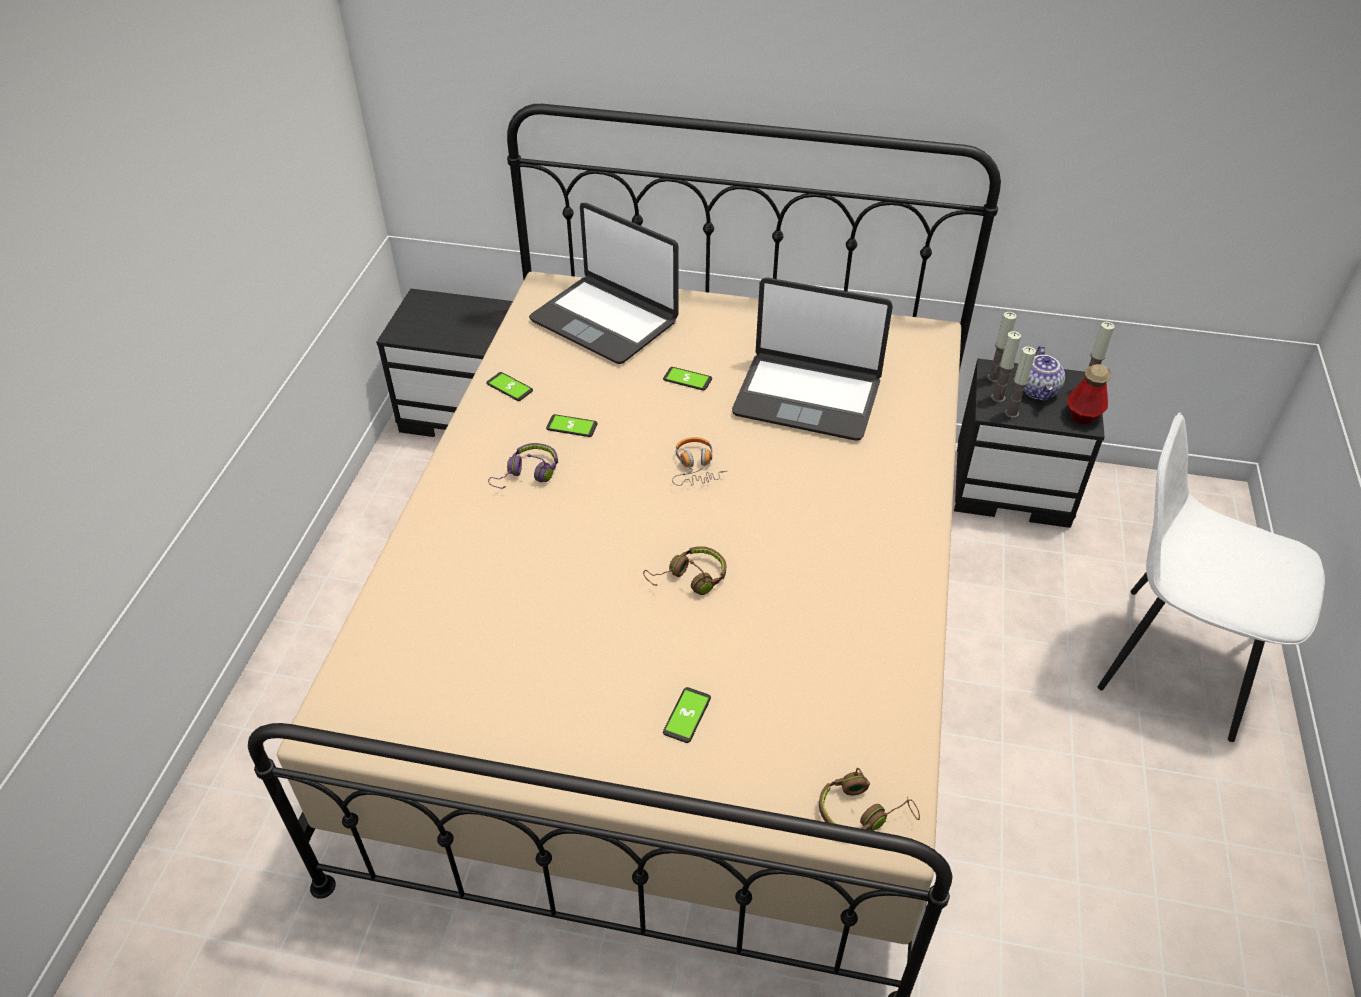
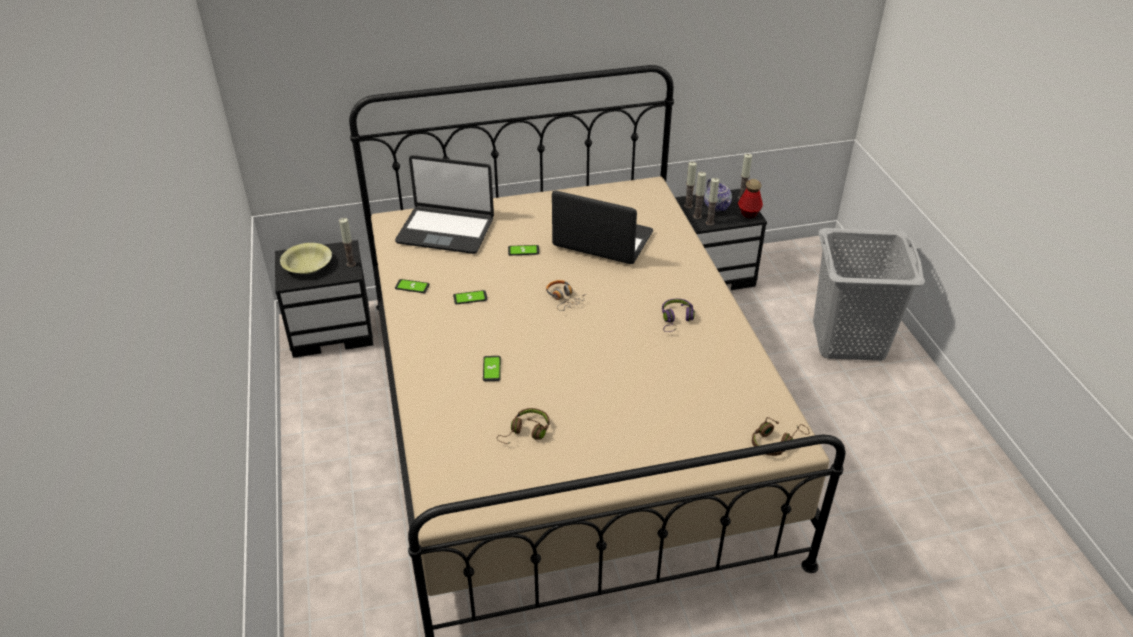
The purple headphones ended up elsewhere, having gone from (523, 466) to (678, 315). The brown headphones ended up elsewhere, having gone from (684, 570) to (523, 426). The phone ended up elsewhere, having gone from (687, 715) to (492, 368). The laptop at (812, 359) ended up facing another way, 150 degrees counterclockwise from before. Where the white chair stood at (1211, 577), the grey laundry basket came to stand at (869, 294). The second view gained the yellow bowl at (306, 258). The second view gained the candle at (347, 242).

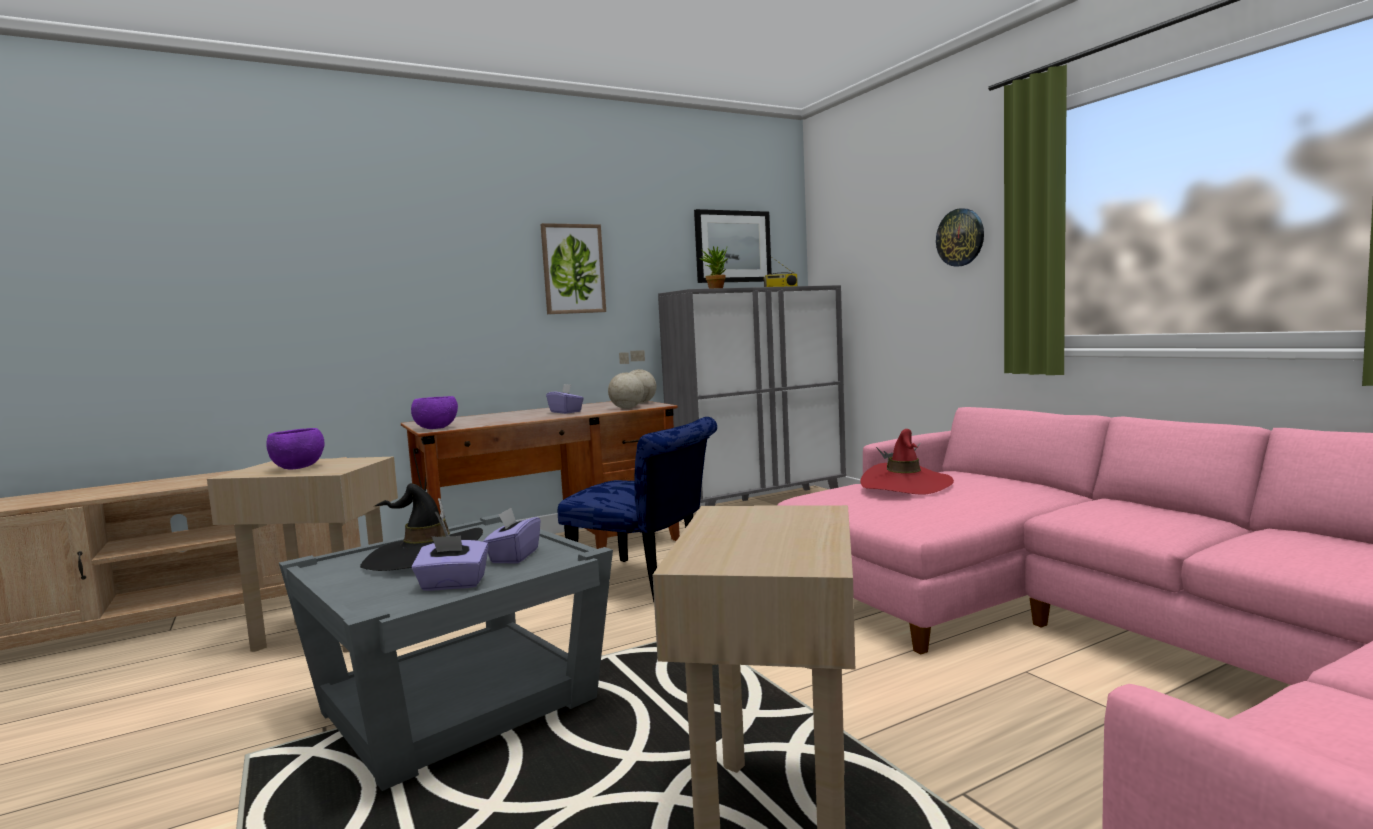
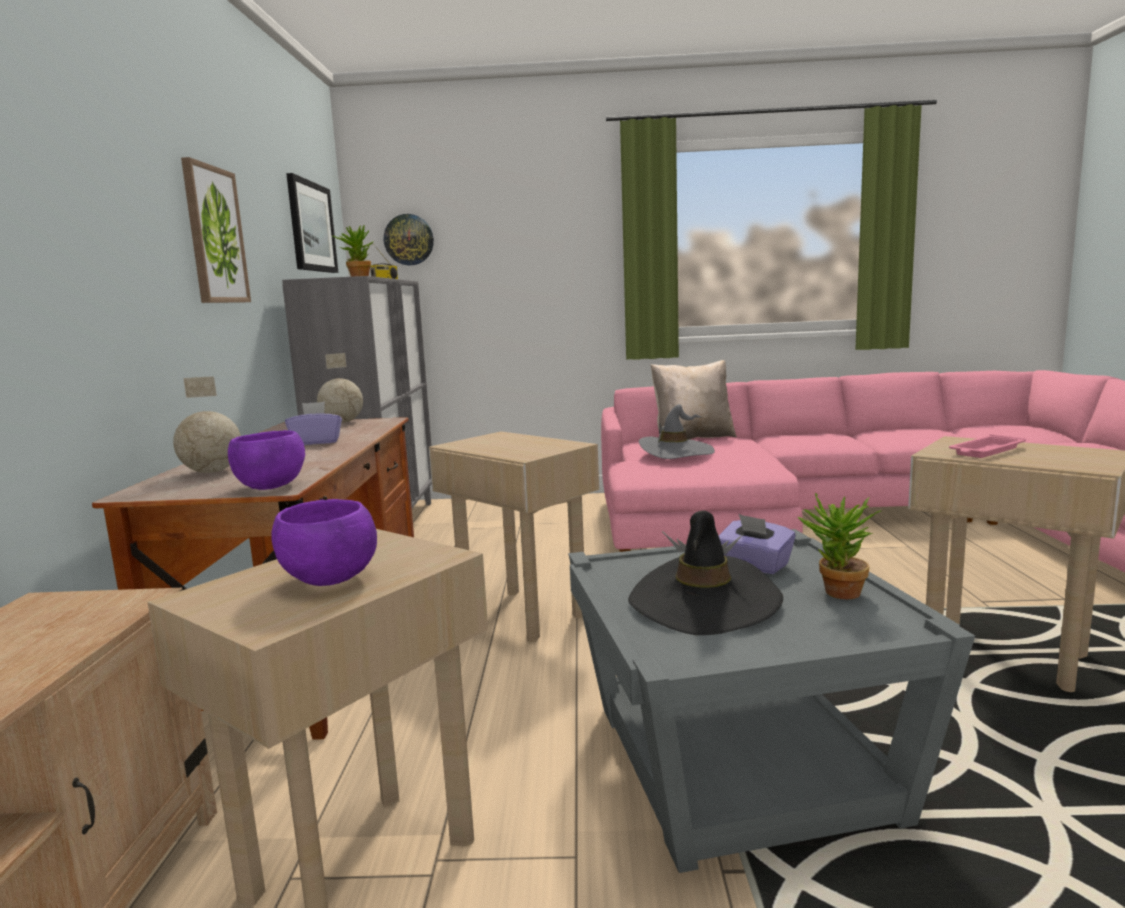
Where the purple tissue box stood at (450, 563), the potted plant came to stand at (839, 546). Where the blue chair stood at (637, 509), the beige side table came to stand at (514, 536). The globe ended up elsewhere, having gone from (626, 381) to (207, 424). What was the red hat at (907, 462) turned into the grey hat at (677, 431). The wall clock ended up elsewhere, having gone from (960, 237) to (409, 239). The second view gained the beige pillow at (694, 399). The second view gained the pink tray at (987, 446).

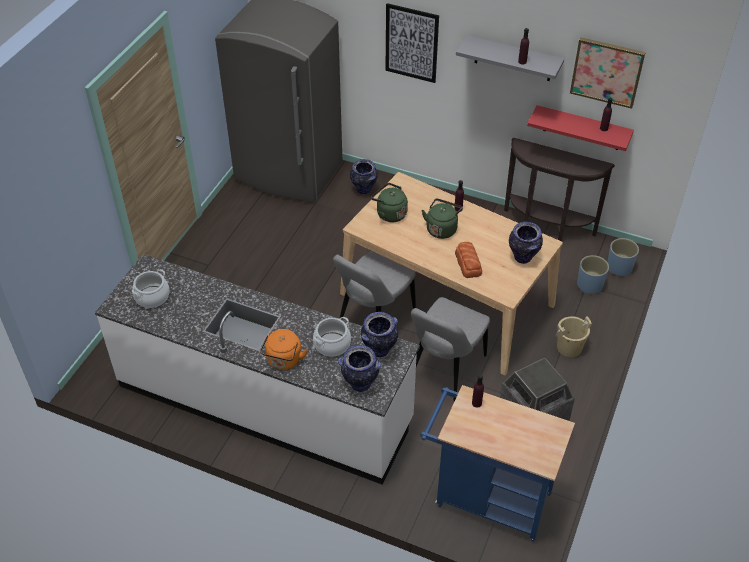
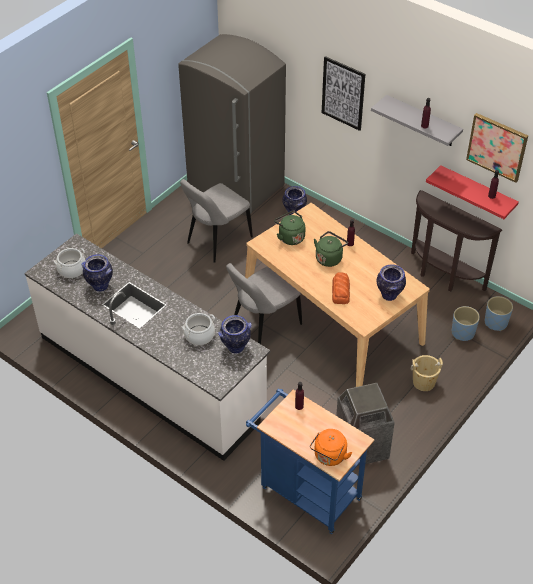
The orange kettle ended up elsewhere, having gone from (284, 349) to (331, 447). The vase ended up elsewhere, having gone from (359, 368) to (97, 273). The grey chair ended up elsewhere, having gone from (450, 349) to (216, 221).

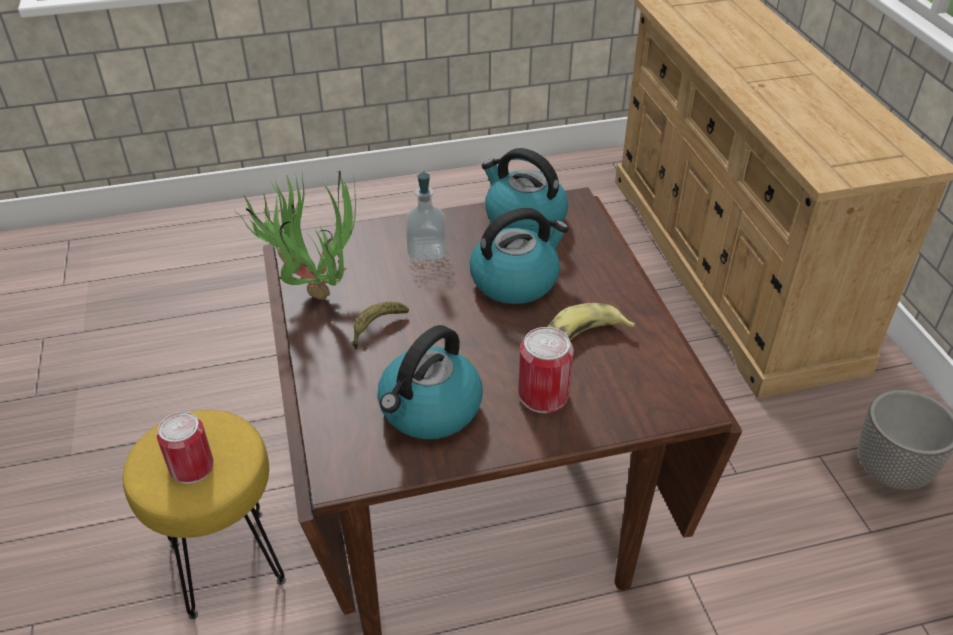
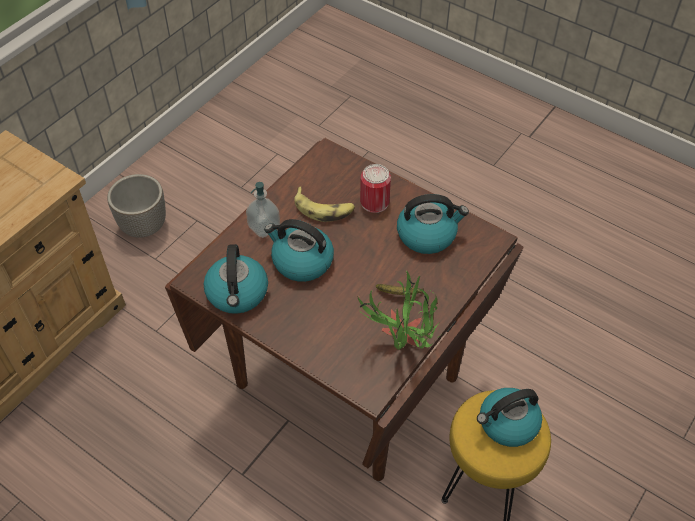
Where the can stood at (185, 448), the kettle came to stand at (509, 417). The soap dispenser ended up elsewhere, having gone from (426, 215) to (263, 210).

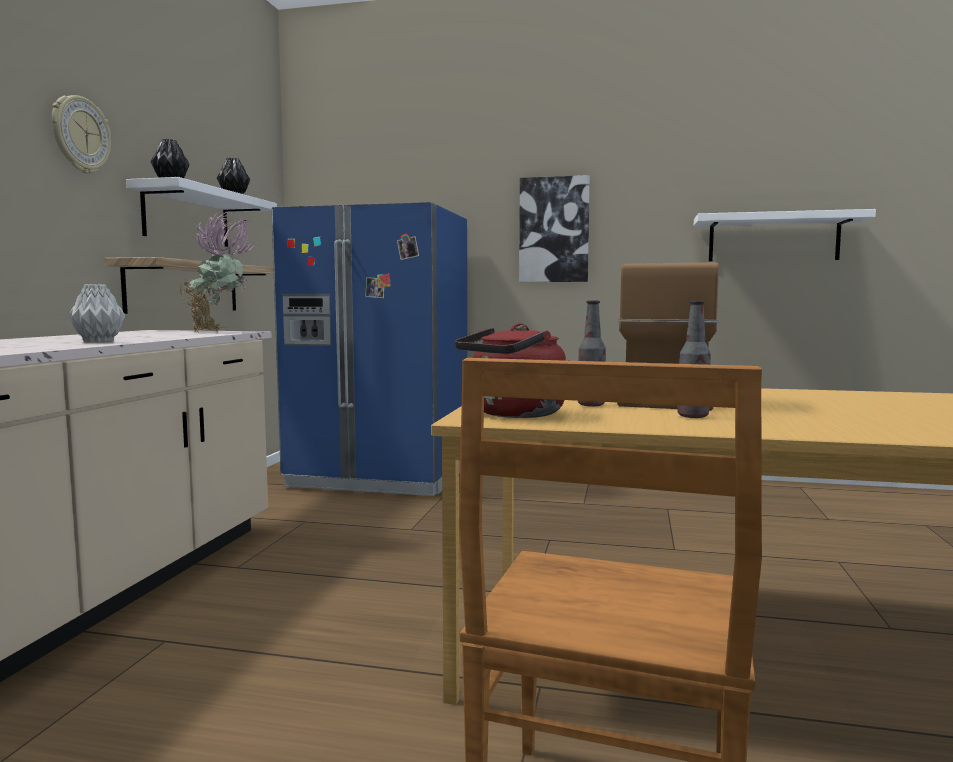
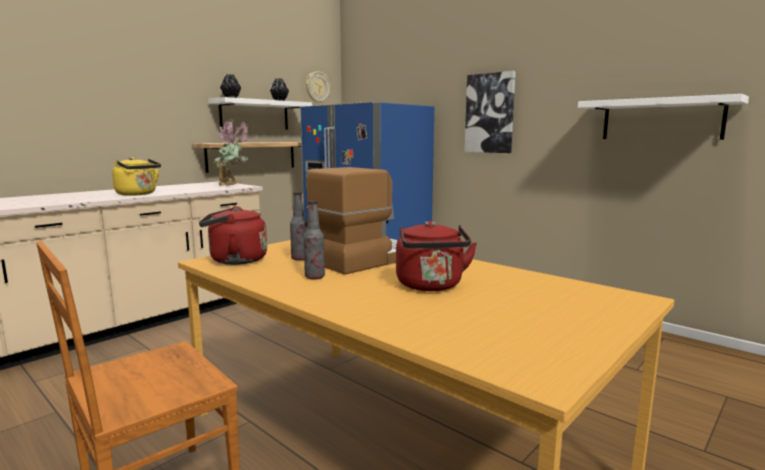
The wall clock ended up elsewhere, having gone from (81, 134) to (318, 87). Where the grey vase stood at (96, 313), the yellow kettle came to stand at (136, 176). The second view gained the red kettle at (436, 256).

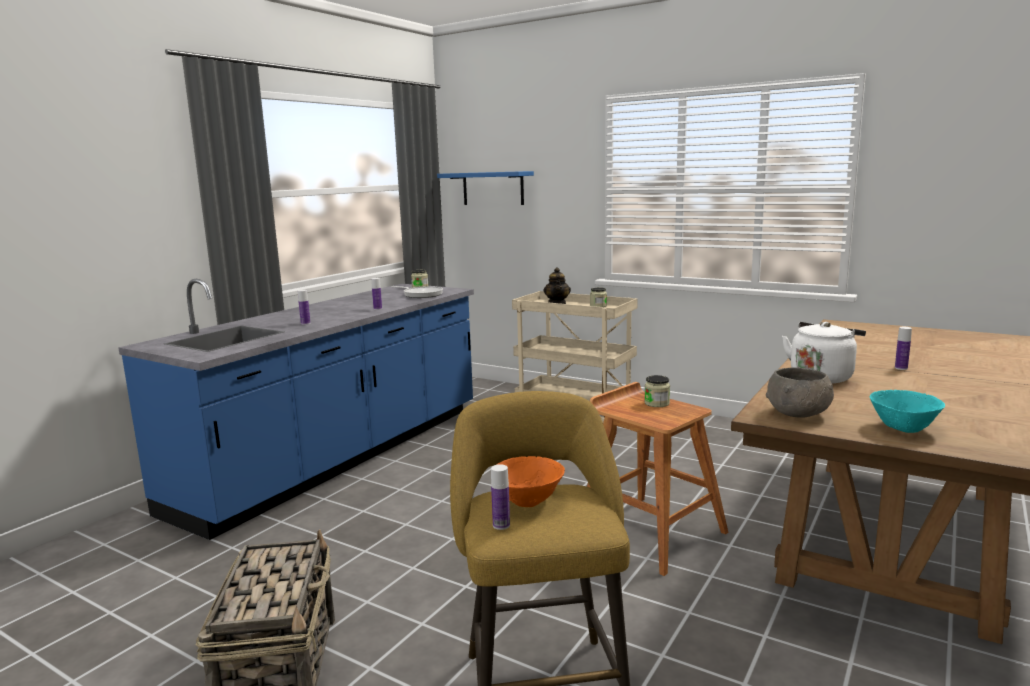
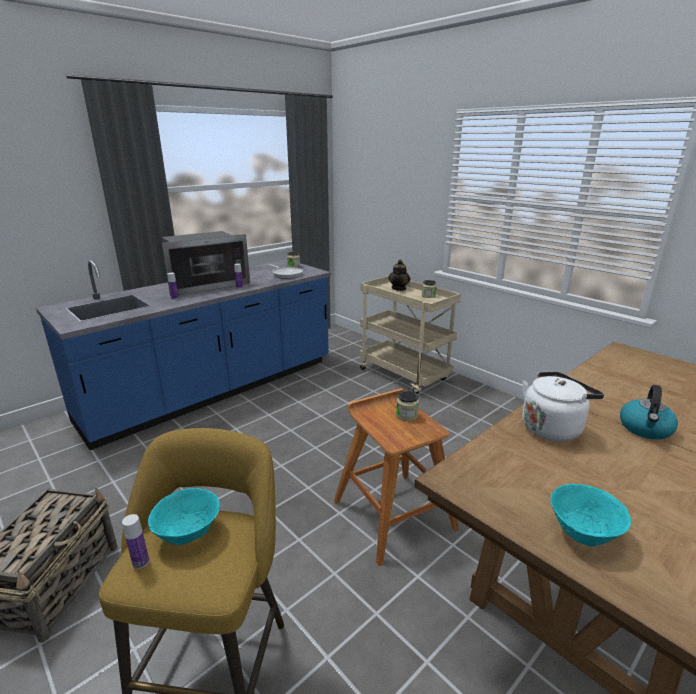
The second view lost the blue shelf at (485, 188). What was the orange bowl at (530, 481) turned into the turquoise bowl at (184, 516). The second view lost the grey bowl at (800, 392). Where the bottle stood at (903, 348), the kettle came to stand at (649, 412). The second view gained the microwave at (206, 263).

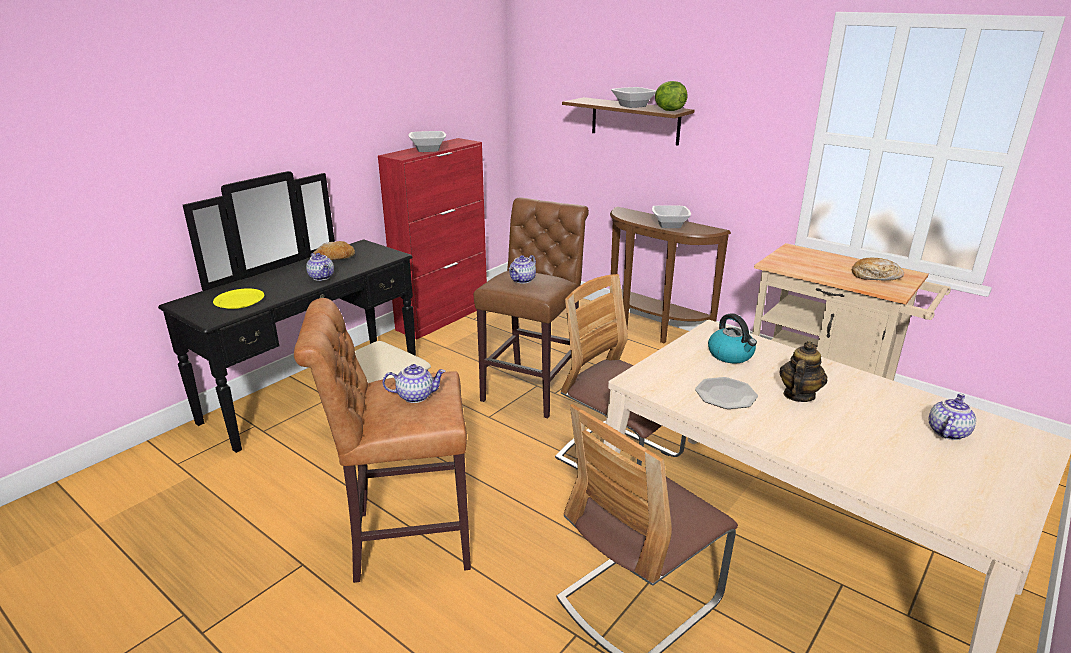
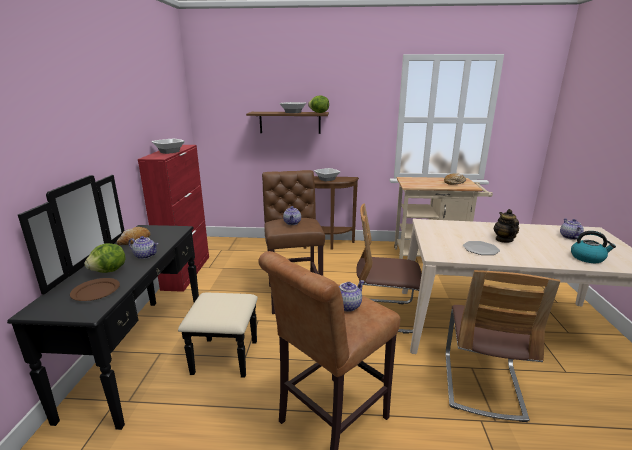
What was the yellow plate at (238, 298) turned into the brown plate at (95, 289). The kettle ended up elsewhere, having gone from (732, 338) to (593, 247). The second view gained the lettuce at (105, 258).

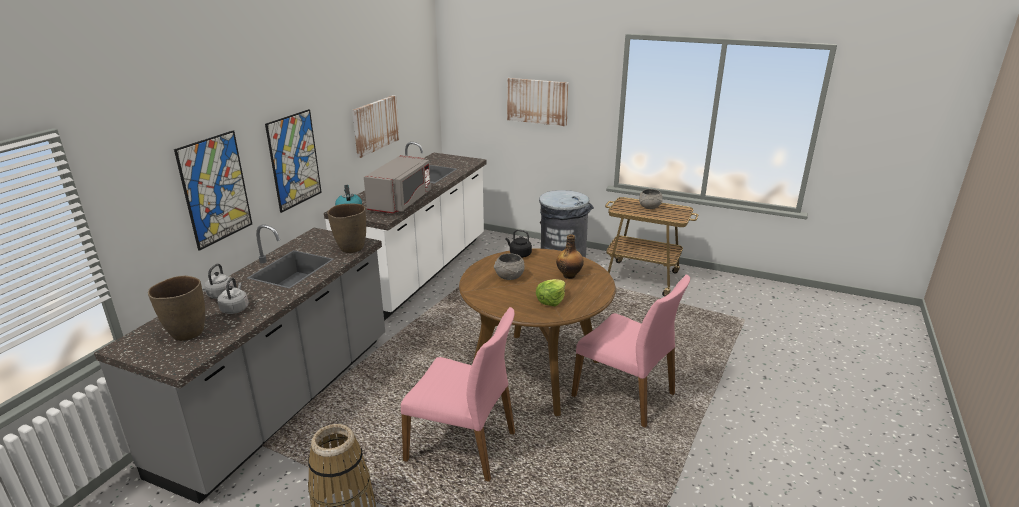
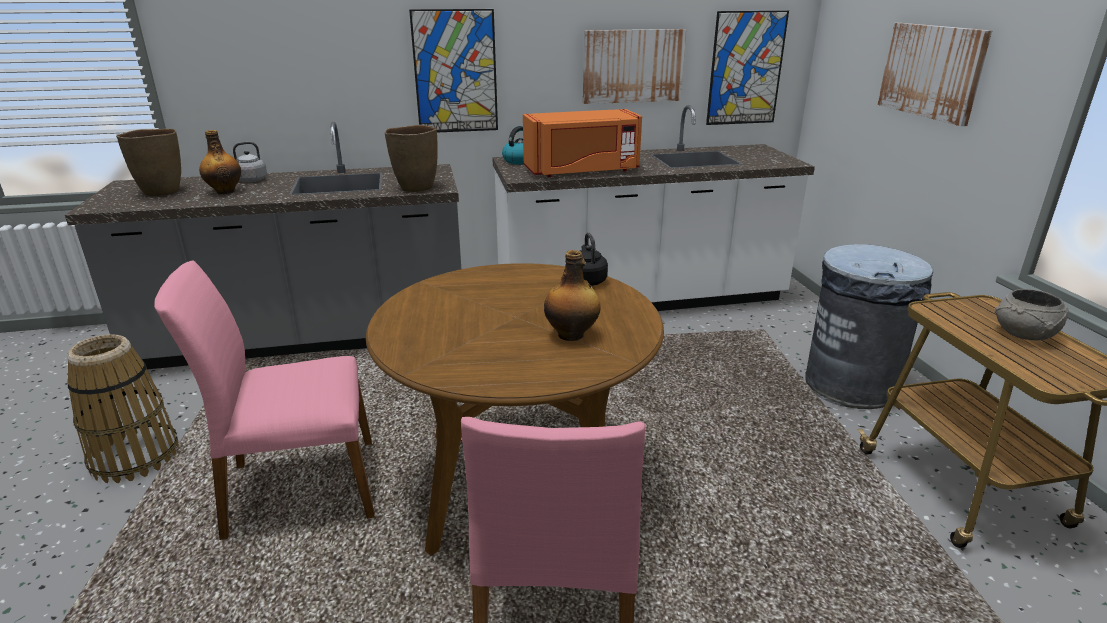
The picture ended up elsewhere, having gone from (213, 191) to (747, 68). Where the grey kettle stood at (233, 295), the bottle came to stand at (220, 162). What was the grey microwave at (397, 184) turned into the orange microwave at (582, 143). The pink chair at (458, 394) ended up facing another way, 90 degrees clockwise from before. The second view lost the grey bowl at (509, 266). The second view lost the lettuce at (551, 292).

